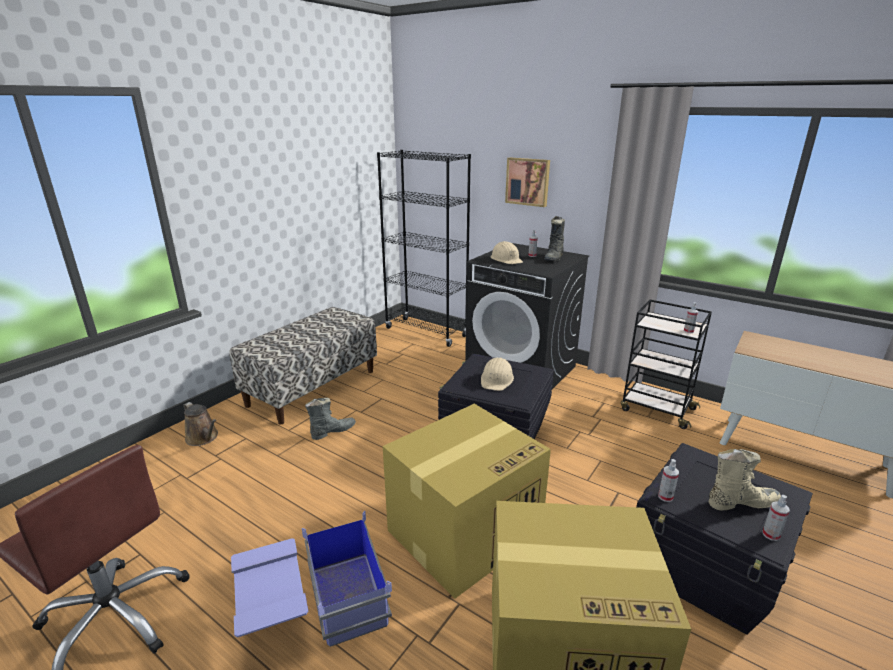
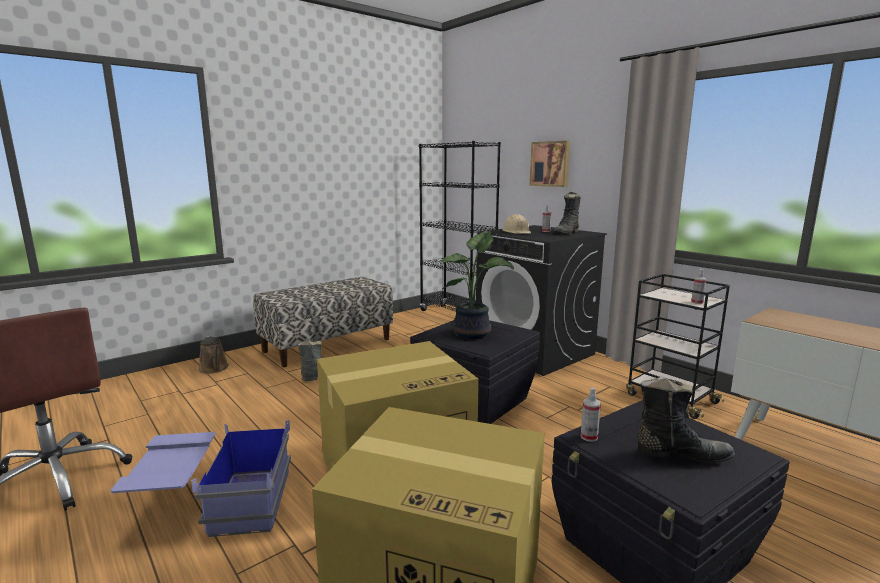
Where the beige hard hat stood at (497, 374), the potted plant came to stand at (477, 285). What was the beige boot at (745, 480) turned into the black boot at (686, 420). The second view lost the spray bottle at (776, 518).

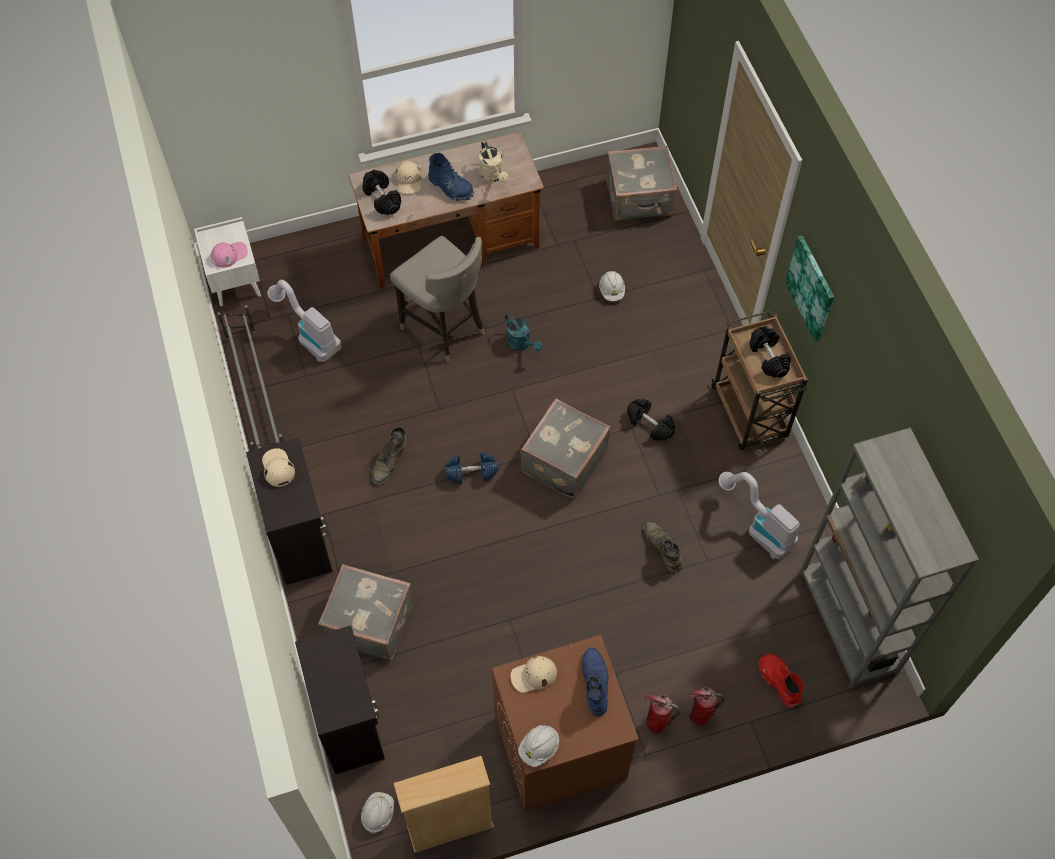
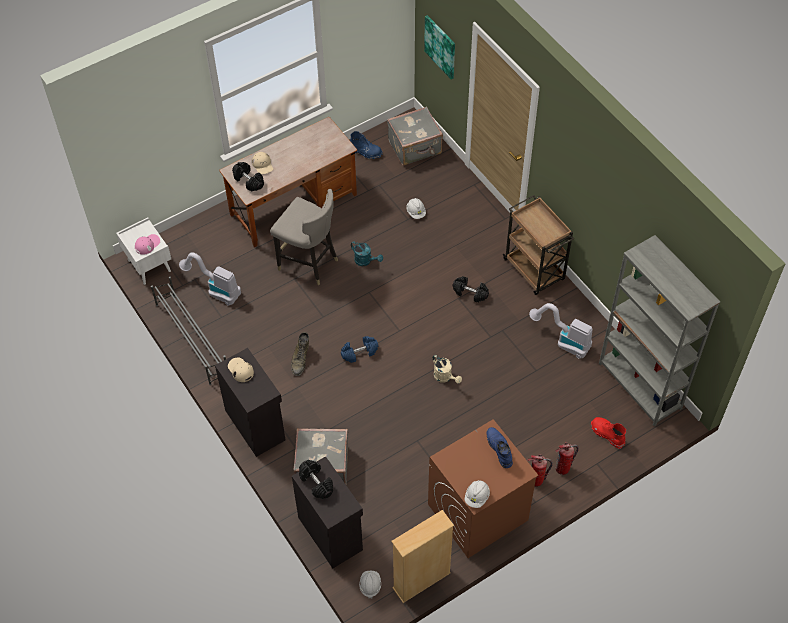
The blue boot ended up elsewhere, having gone from (451, 177) to (366, 145). The beige watering can ended up elsewhere, having gone from (493, 161) to (447, 369). The second view lost the beige cap at (533, 674). The second view lost the grey suitcase at (565, 449). The second view lost the green boot at (663, 547). The black dumbbell ended up elsewhere, having gone from (770, 352) to (316, 479). The picture ended up elsewhere, having gone from (809, 288) to (439, 47).

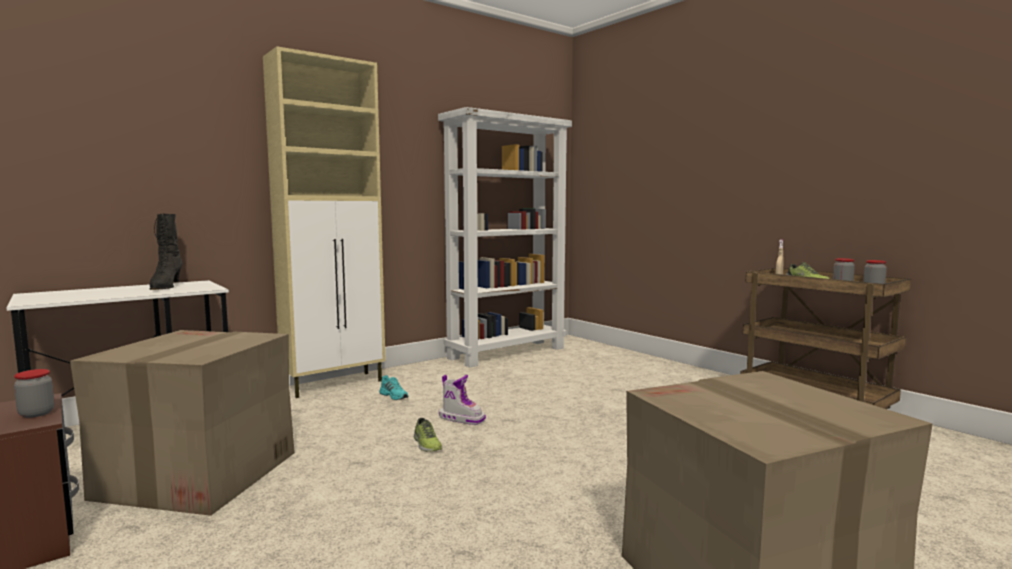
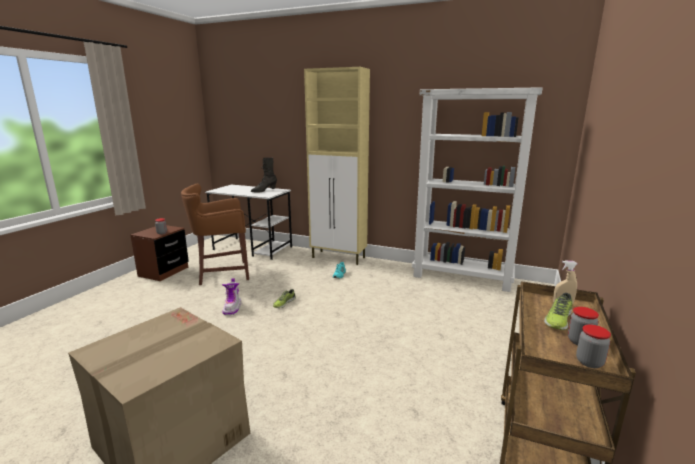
Where the cardboard box stood at (182, 423), the brown stool came to stand at (215, 234). The boot ended up elsewhere, having gone from (462, 400) to (231, 296).

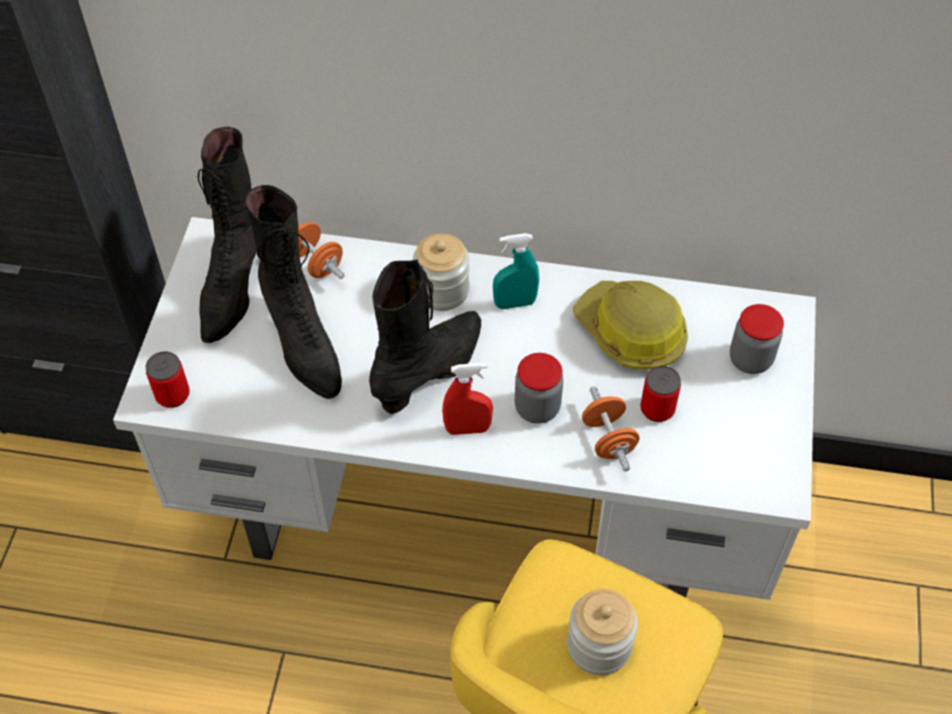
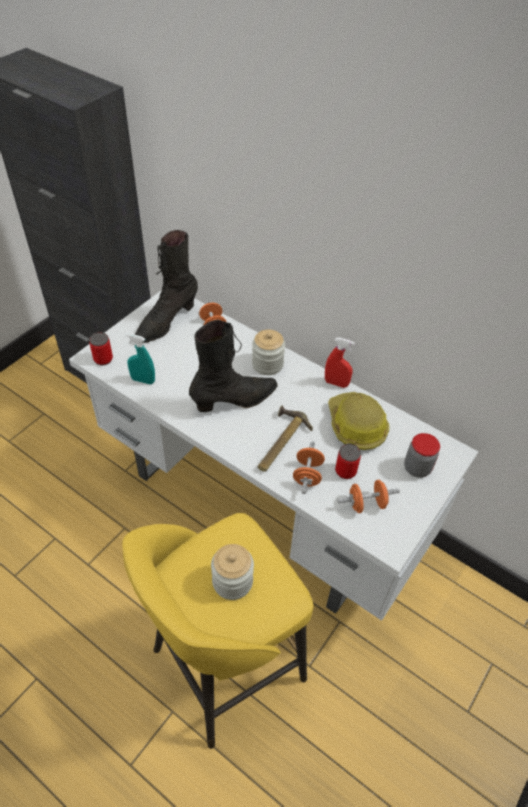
The second view lost the black boot at (293, 292). The red spray bottle ended up elsewhere, having gone from (467, 399) to (340, 362). The turquoise spray bottle ended up elsewhere, having gone from (516, 271) to (140, 358). Where the jar stood at (539, 388), the hammer came to stand at (285, 438). The second view gained the orange dumbbell at (369, 496).

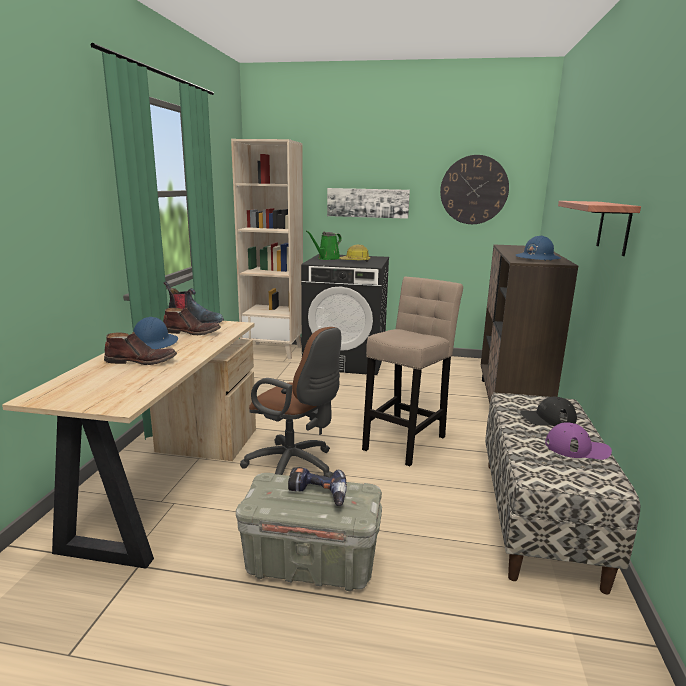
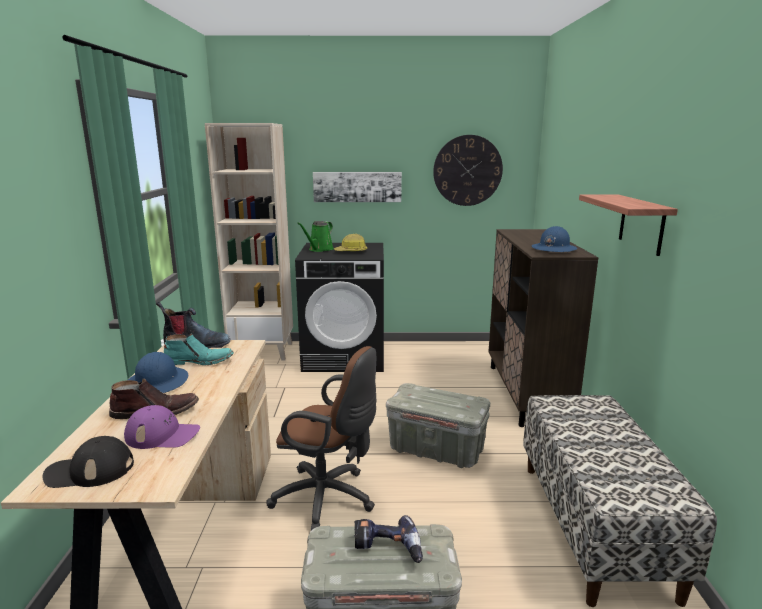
What was the brown boot at (192, 321) turned into the turquoise boot at (199, 349). Where the beige stool stood at (412, 371), the grey storage box came to stand at (438, 425). The black cap ended up elsewhere, having gone from (548, 411) to (88, 462). The purple cap ended up elsewhere, having gone from (578, 441) to (162, 427).

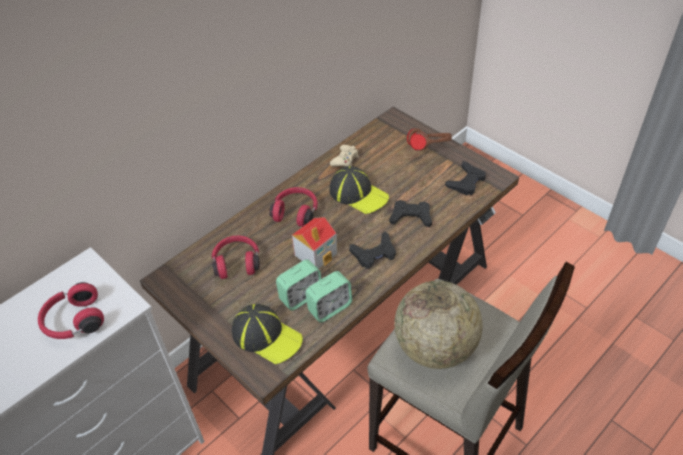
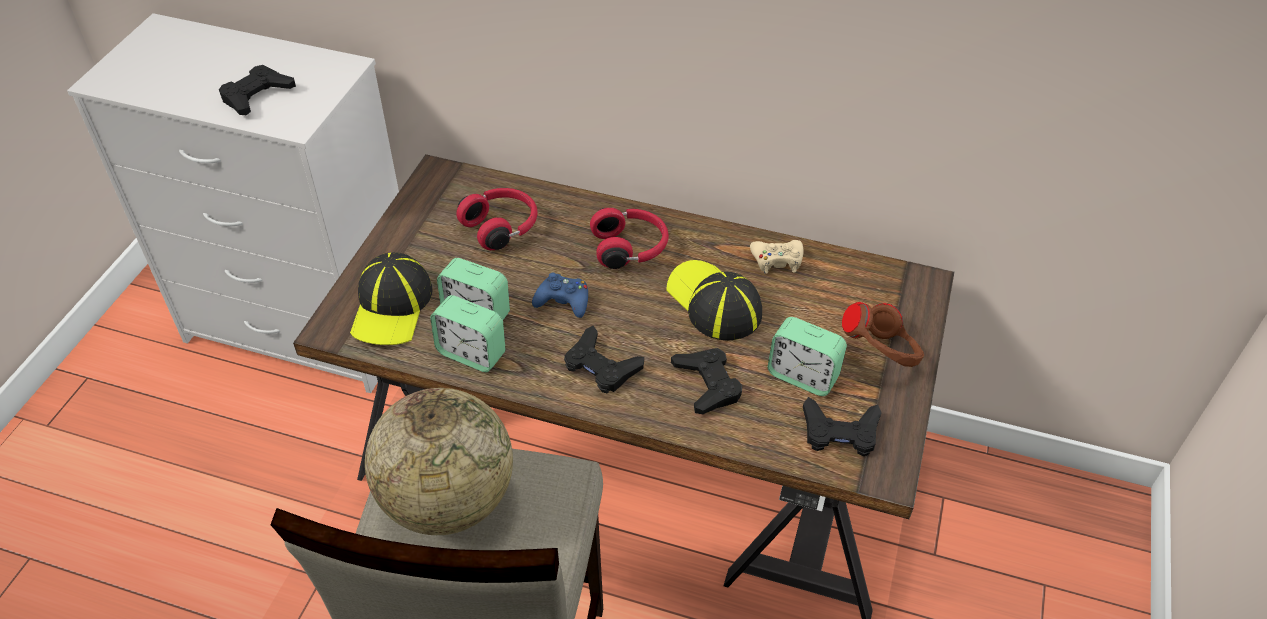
Where the red headphones stood at (71, 310), the black game controller came to stand at (257, 90). Where the toy house stood at (315, 243), the blue game controller came to stand at (560, 295). The cap at (359, 190) ended up facing another way, 135 degrees clockwise from before. The second view gained the alarm clock at (807, 356).

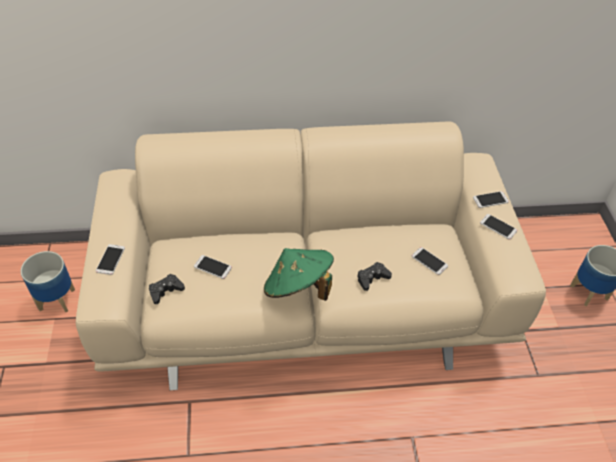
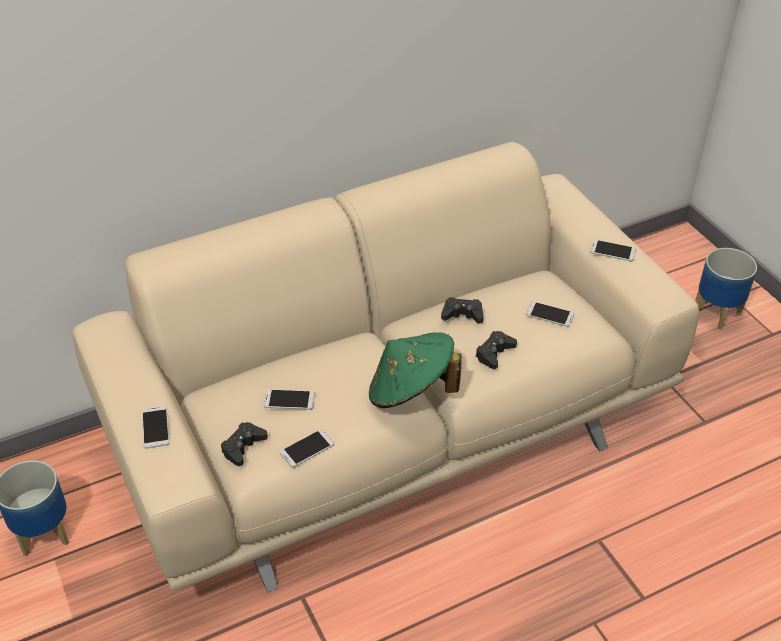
The phone ended up elsewhere, having gone from (491, 199) to (307, 448). The second view gained the black game controller at (462, 310).

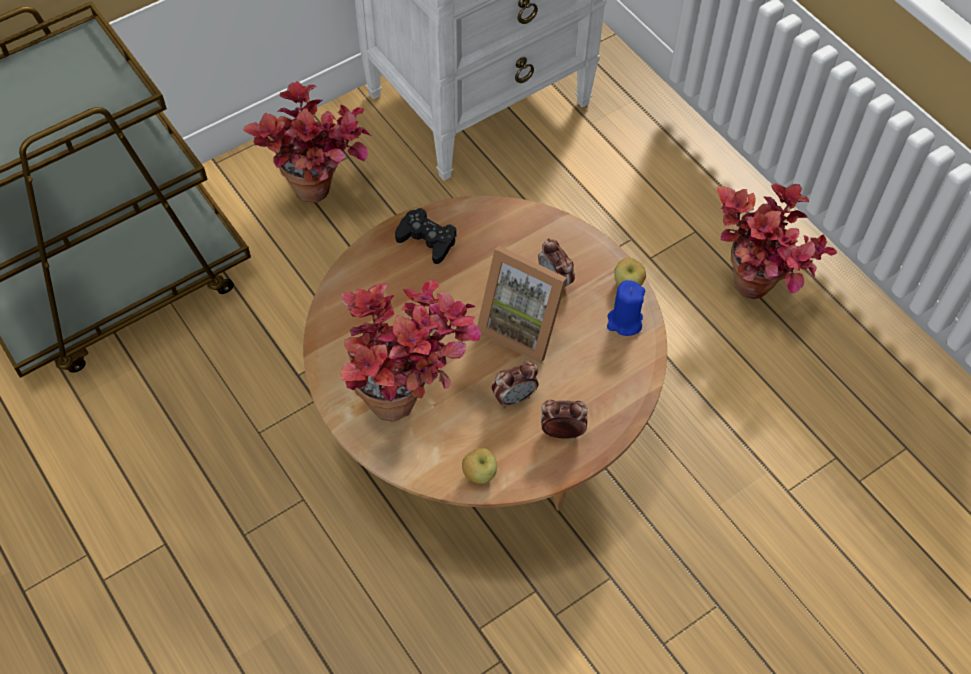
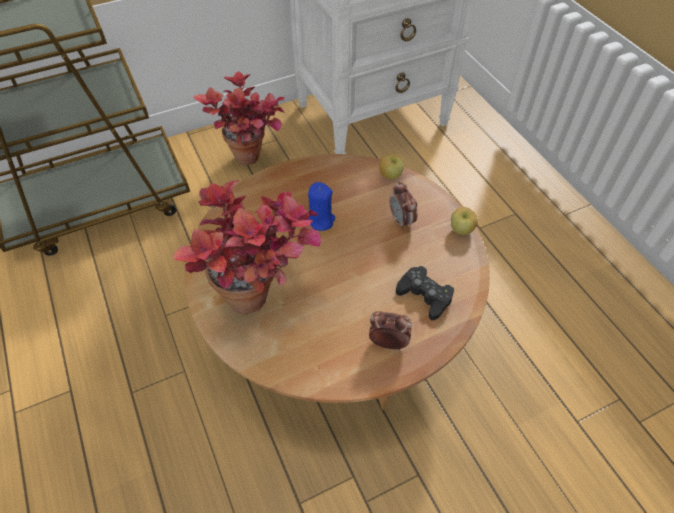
The black game controller ended up elsewhere, having gone from (426, 236) to (425, 293). The apple ended up elsewhere, having gone from (479, 466) to (391, 167). The second view lost the picture frame at (522, 304). The second view lost the alarm clock at (515, 384). The blue candle ended up elsewhere, having gone from (626, 308) to (321, 206). The second view lost the potted plant at (777, 241).

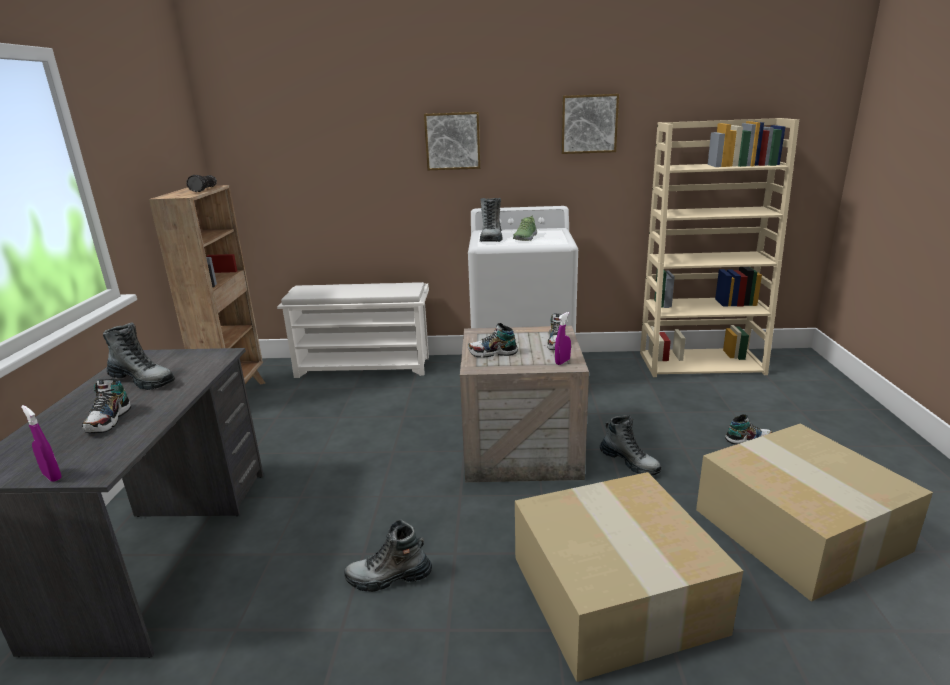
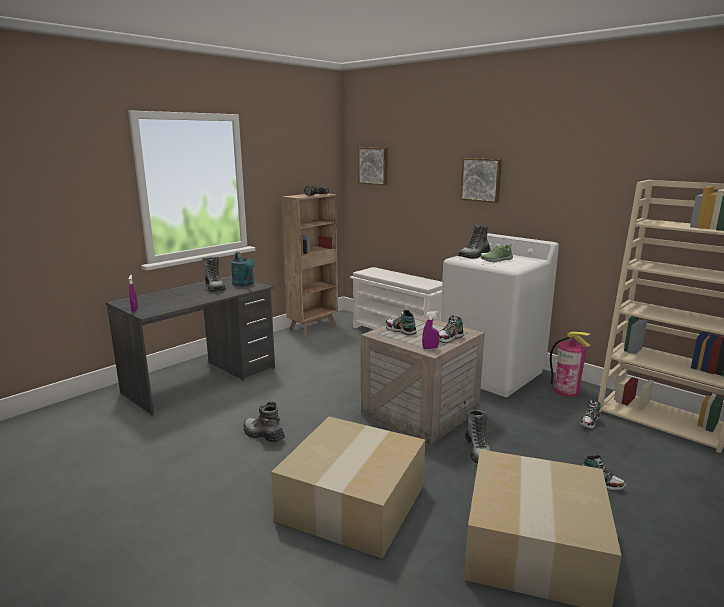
The shoe ended up elsewhere, having gone from (106, 405) to (590, 414). The picture ended up elsewhere, having gone from (590, 124) to (373, 166). The second view gained the turquoise watering can at (243, 269). The second view gained the fire extinguisher at (570, 364).

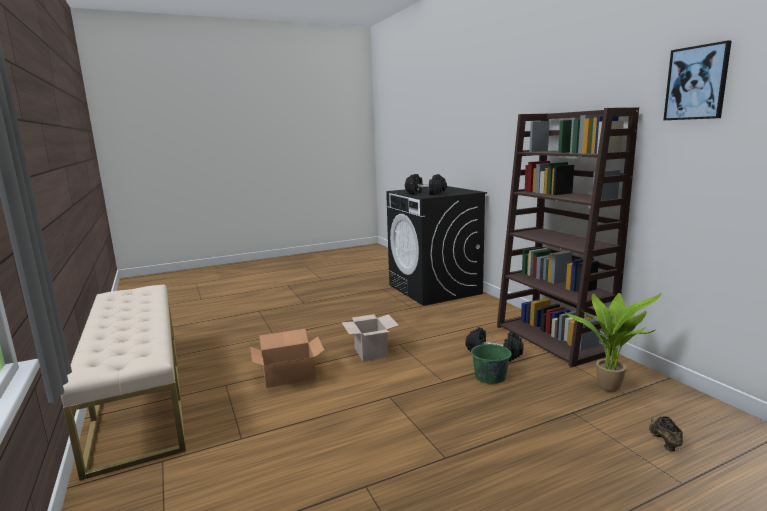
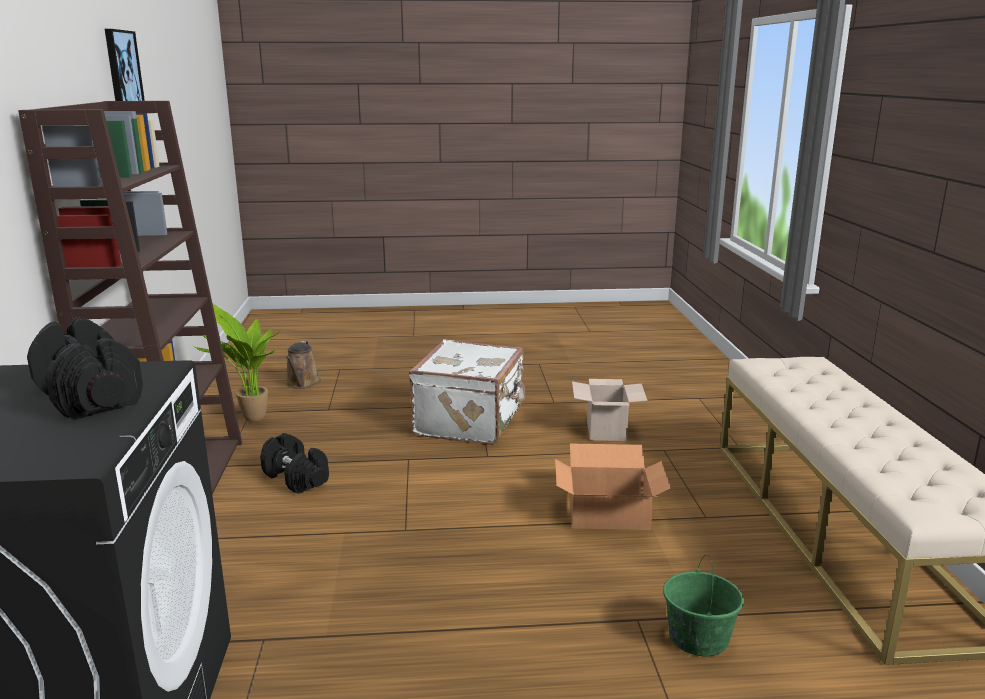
The cardboard box ended up elsewhere, having gone from (370, 338) to (610, 410). The green bucket ended up elsewhere, having gone from (491, 358) to (703, 605). Where the brown shoe stood at (666, 434), the brown watering can came to stand at (303, 365). The second view gained the white suitcase at (467, 392).

